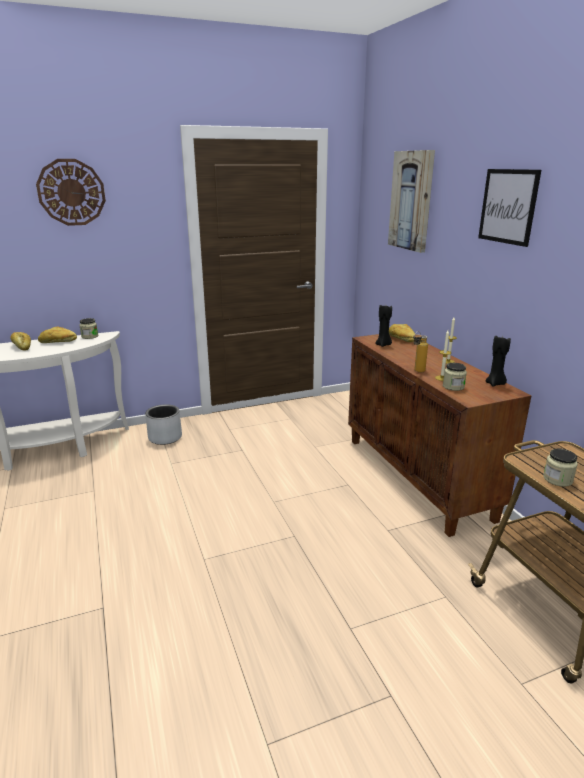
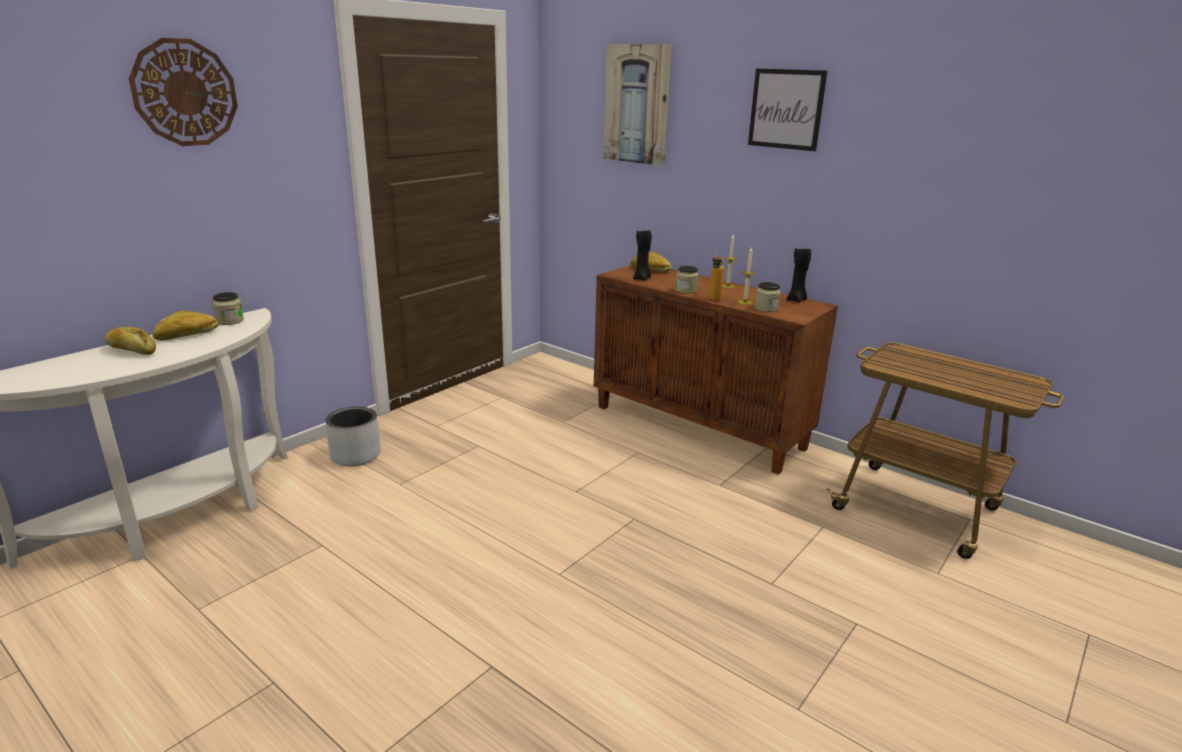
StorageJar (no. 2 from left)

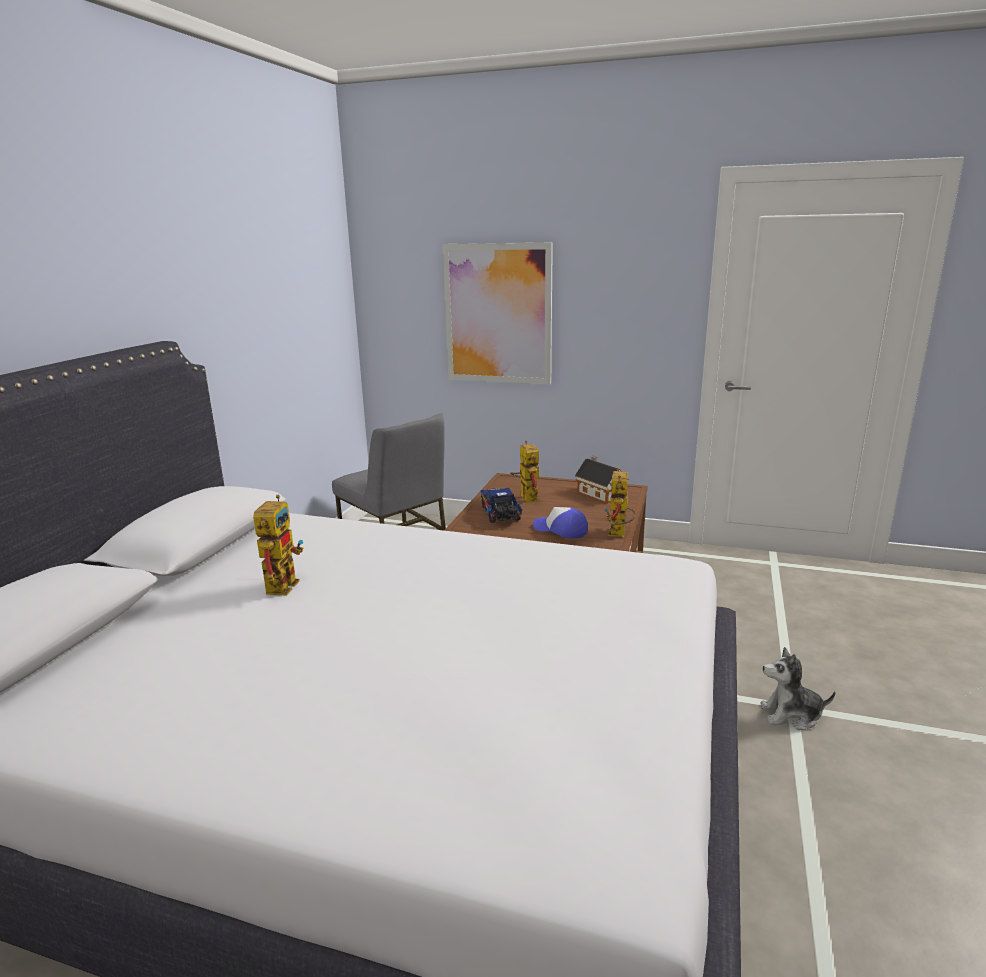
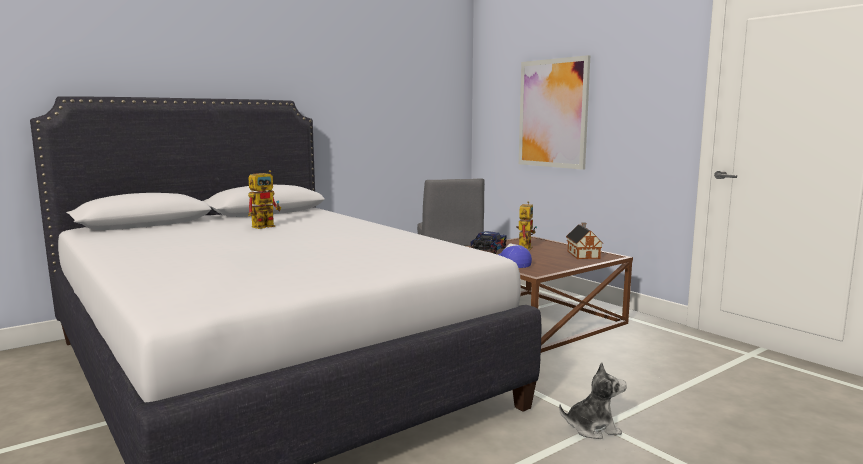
RobotFigure (no. 3 from left in the first image)
SoftToy

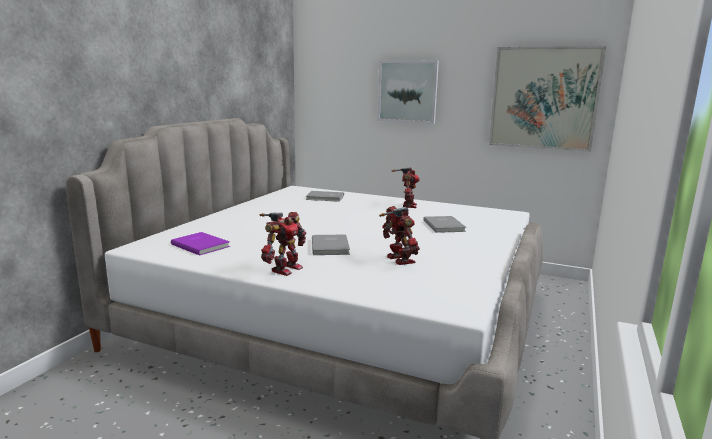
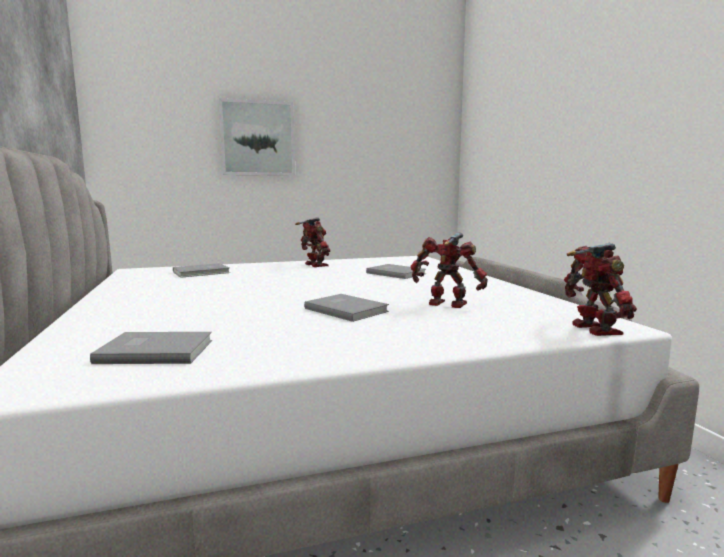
WallArt (no. 2 from left in the first image)
RobotFigure (no. 3 from left)
GreyishBook (no. 1 from left)

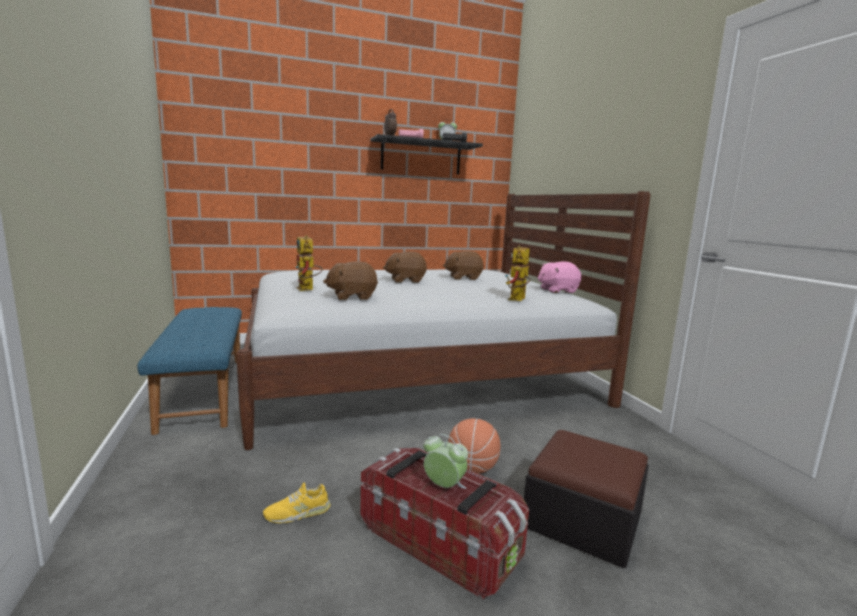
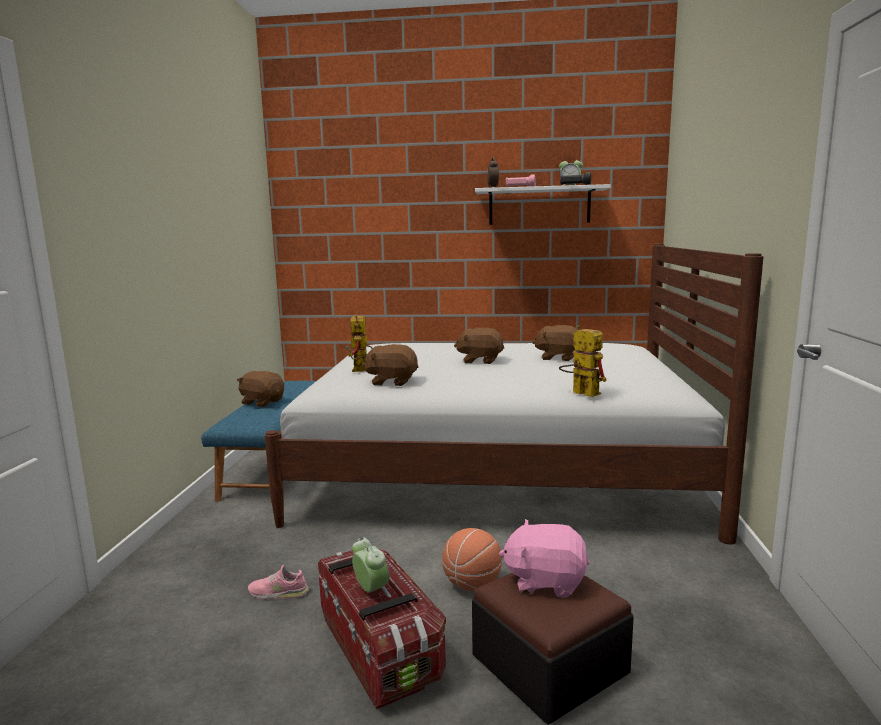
BrownColouredSoftToy (no. 1 from left)
PinkColouredSoftToy
PinkColouredLowShoe
WhiteBracketShelf
RobotFigure (no. 2 from left)

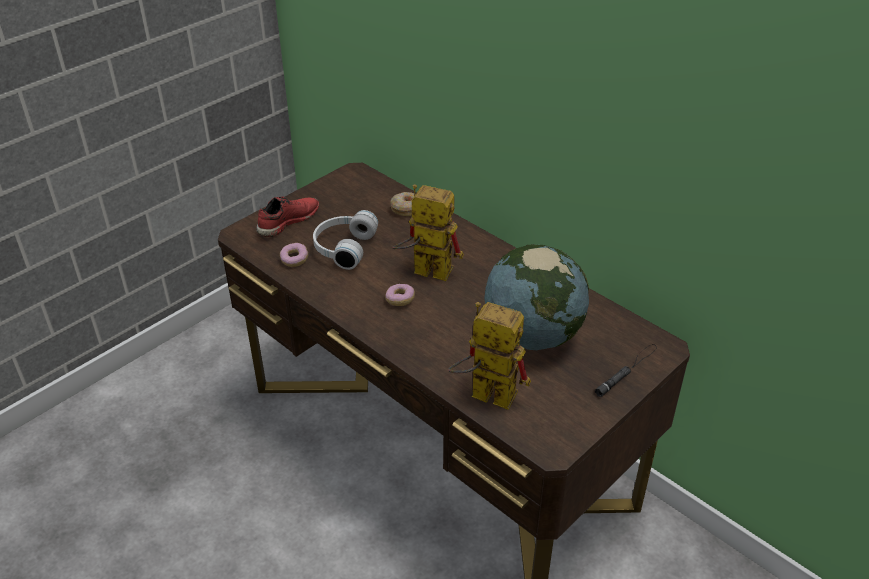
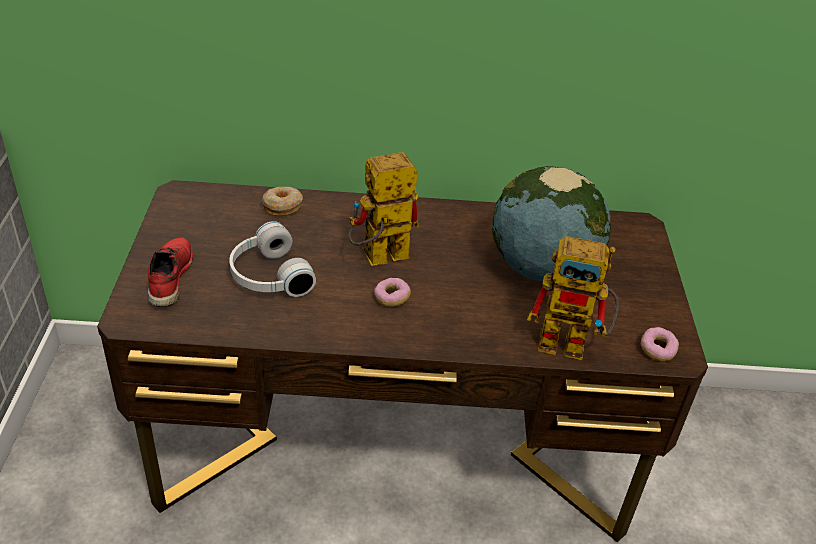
BlackishTorch
RingDoughnut (no. 3 from left)
RobotFigure (no. 2 from left)

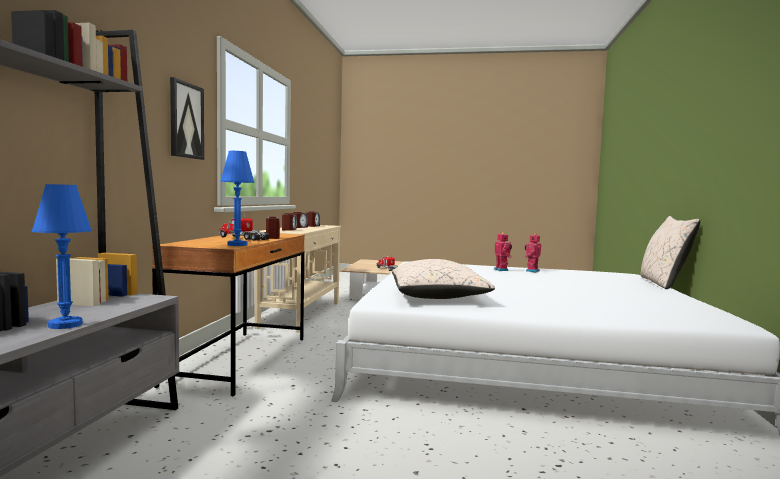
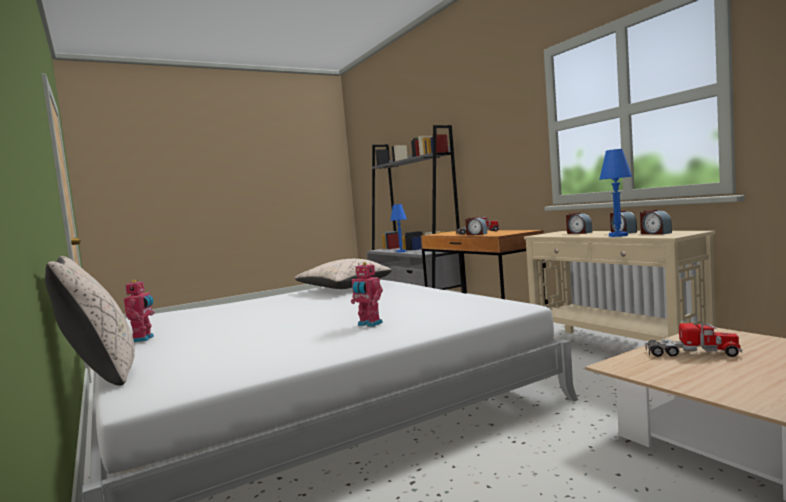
WallArt
BluishLampForATable (no. 2 from left)
RobotFigure (no. 1 from left)

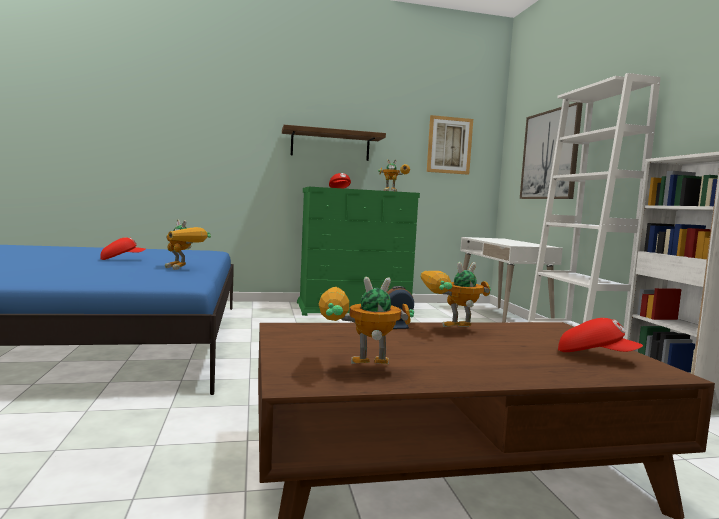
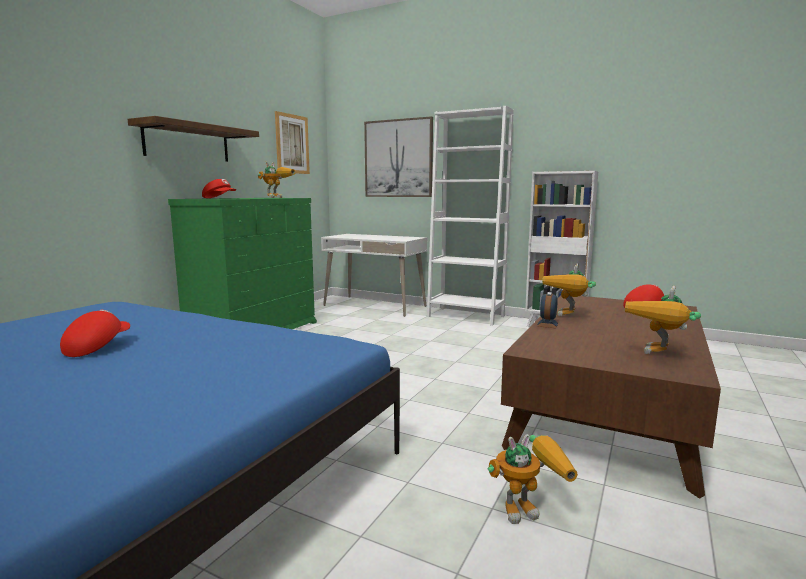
RobotFigure (no. 2 from left)

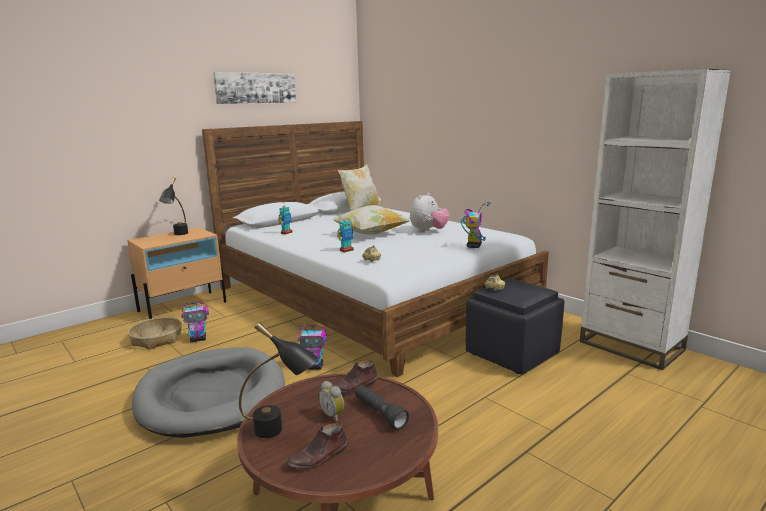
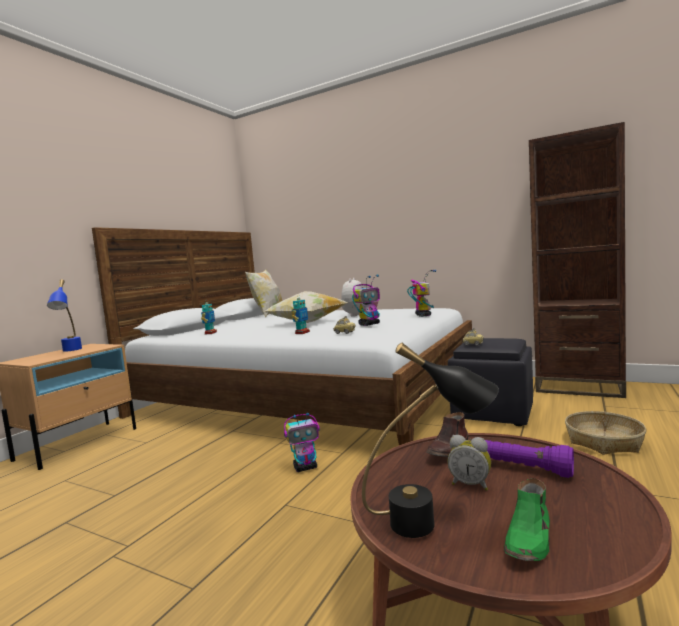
GreyishDogCushion
WallArt
HouseholdBasket
RobotFigure (no. 4 from left)
BluishLampForATable
GreenLowShoe
PurpleTorch
BrownColouredBookcase

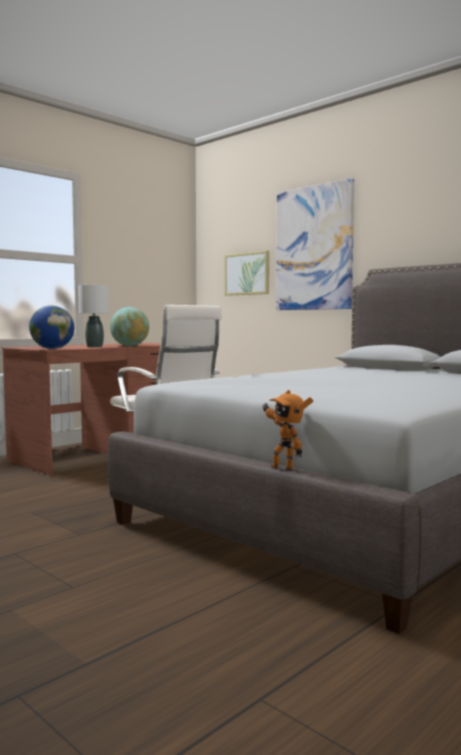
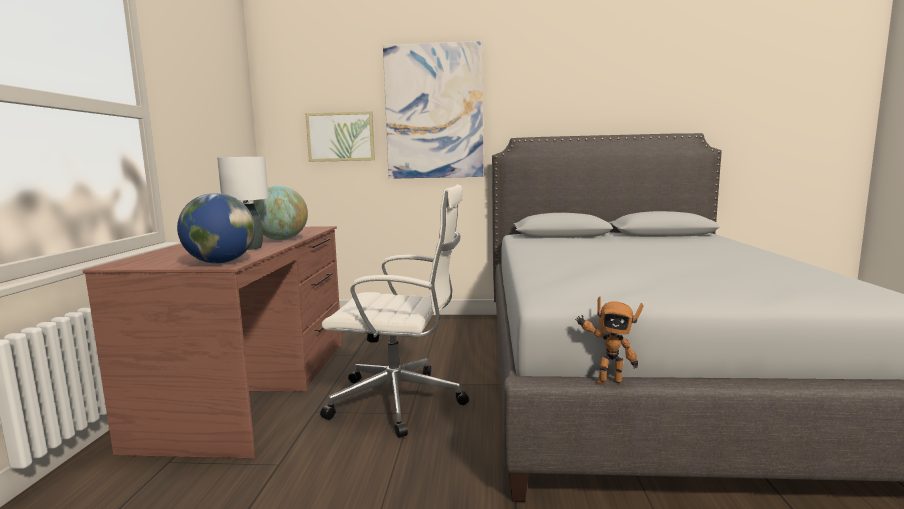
RobotFigure

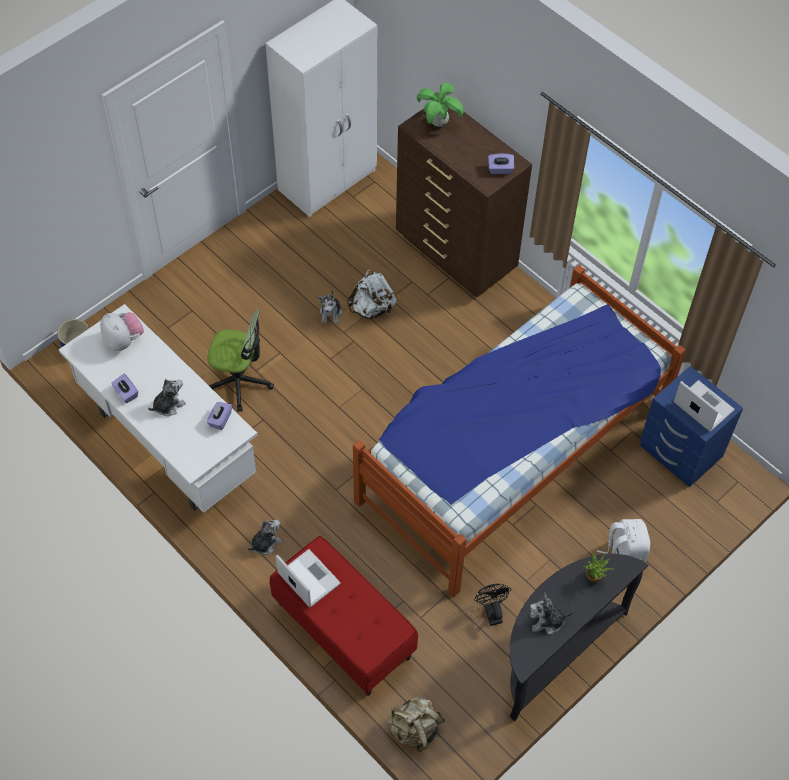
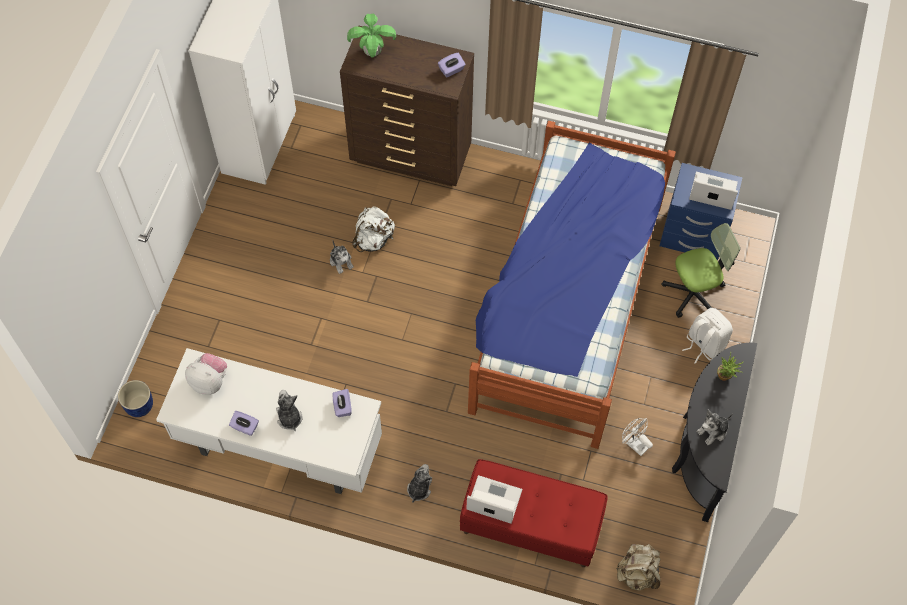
DeskChair
WhiteFan
SoftToy (no. 2 from left)

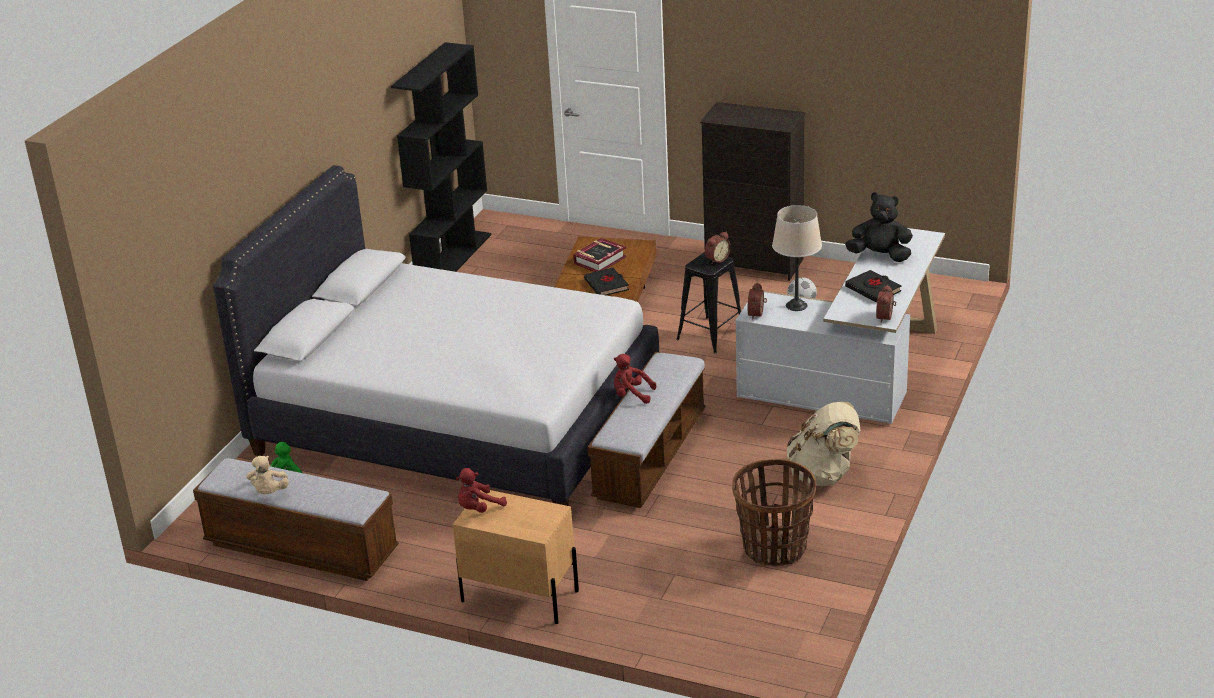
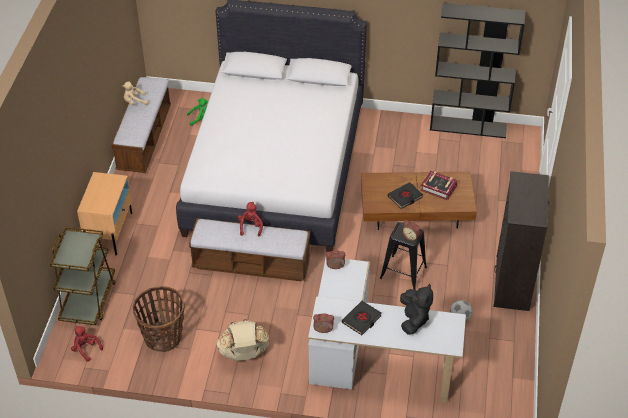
BeigeLampForATable
BrownColouredCart
RedSoftToy (no. 1 from left)

